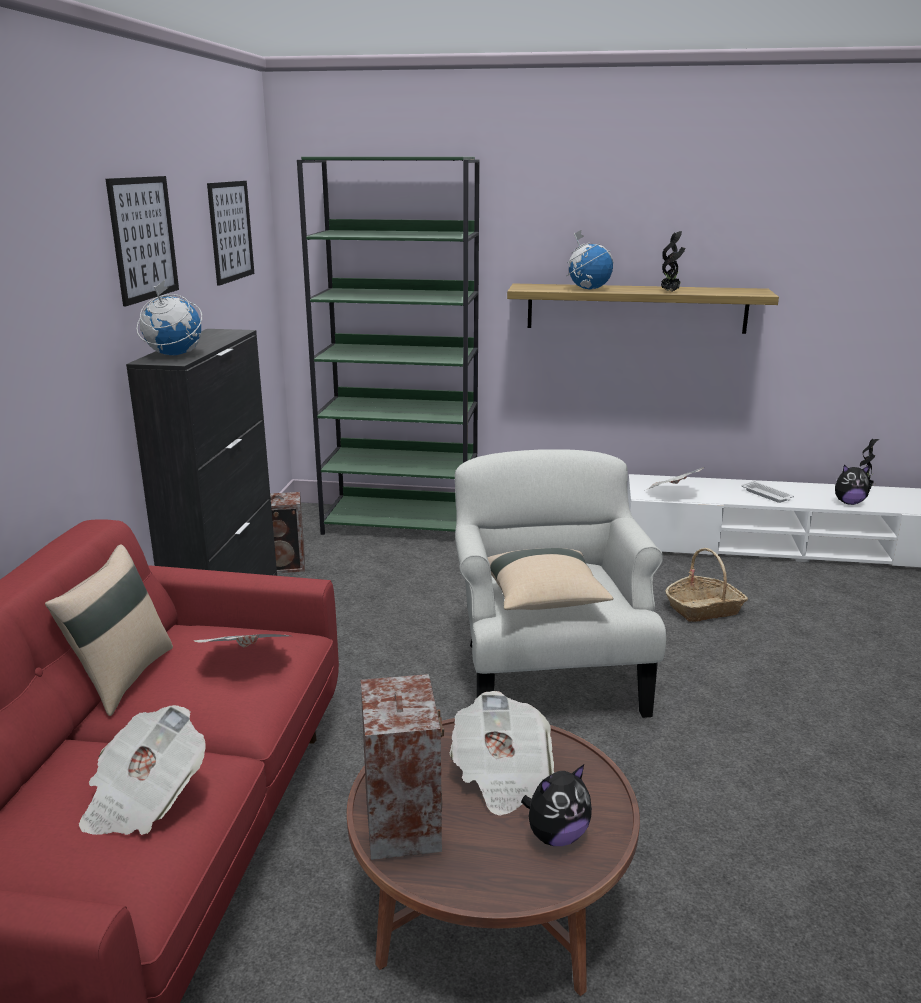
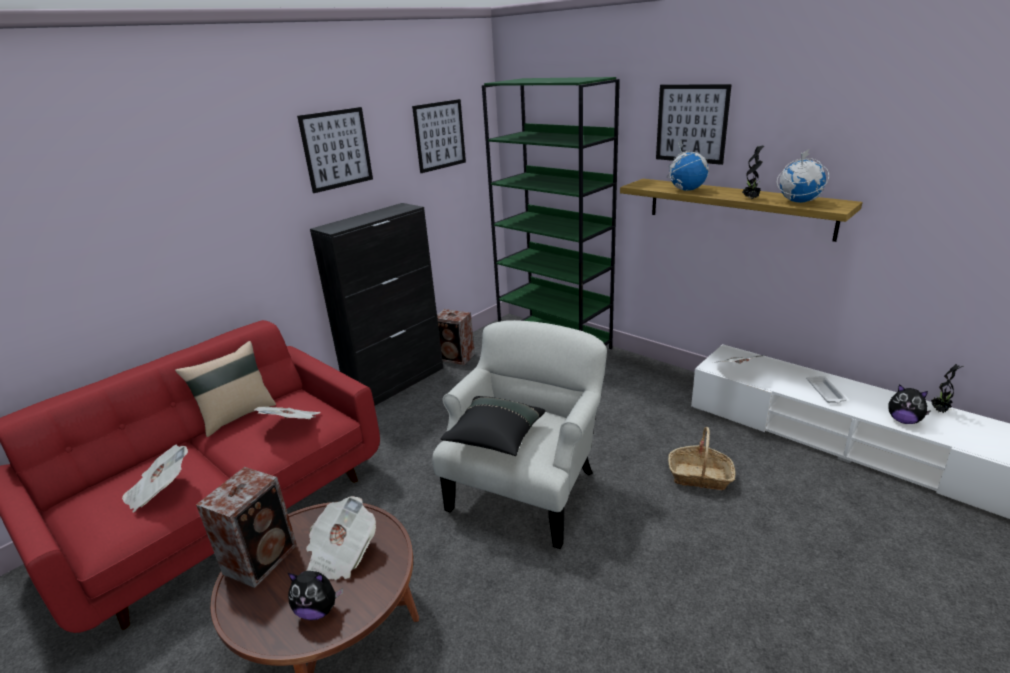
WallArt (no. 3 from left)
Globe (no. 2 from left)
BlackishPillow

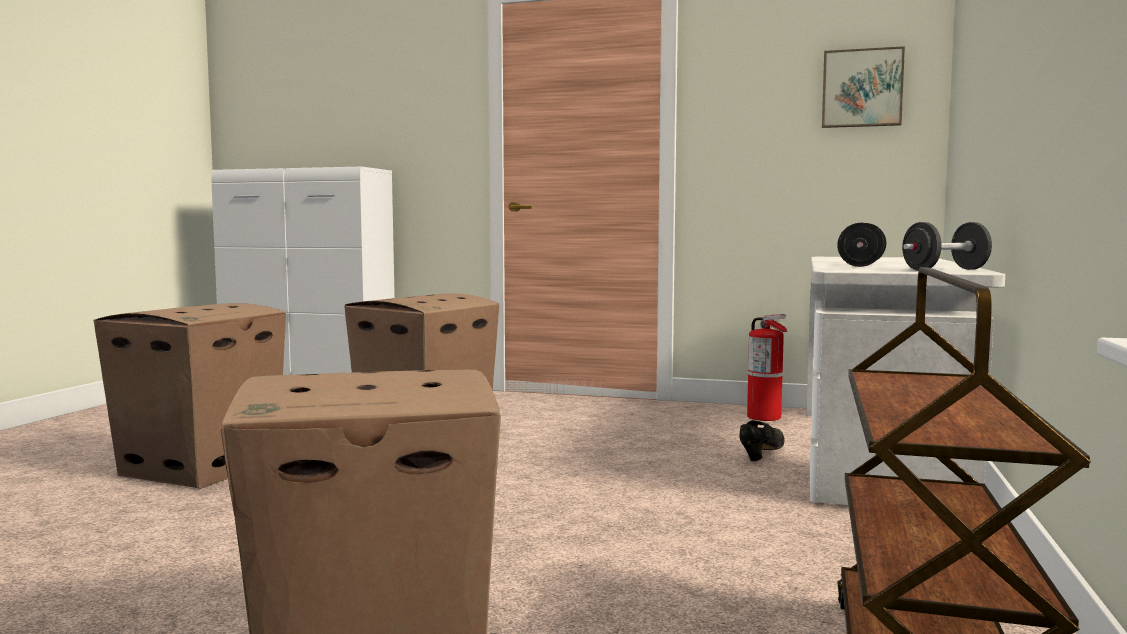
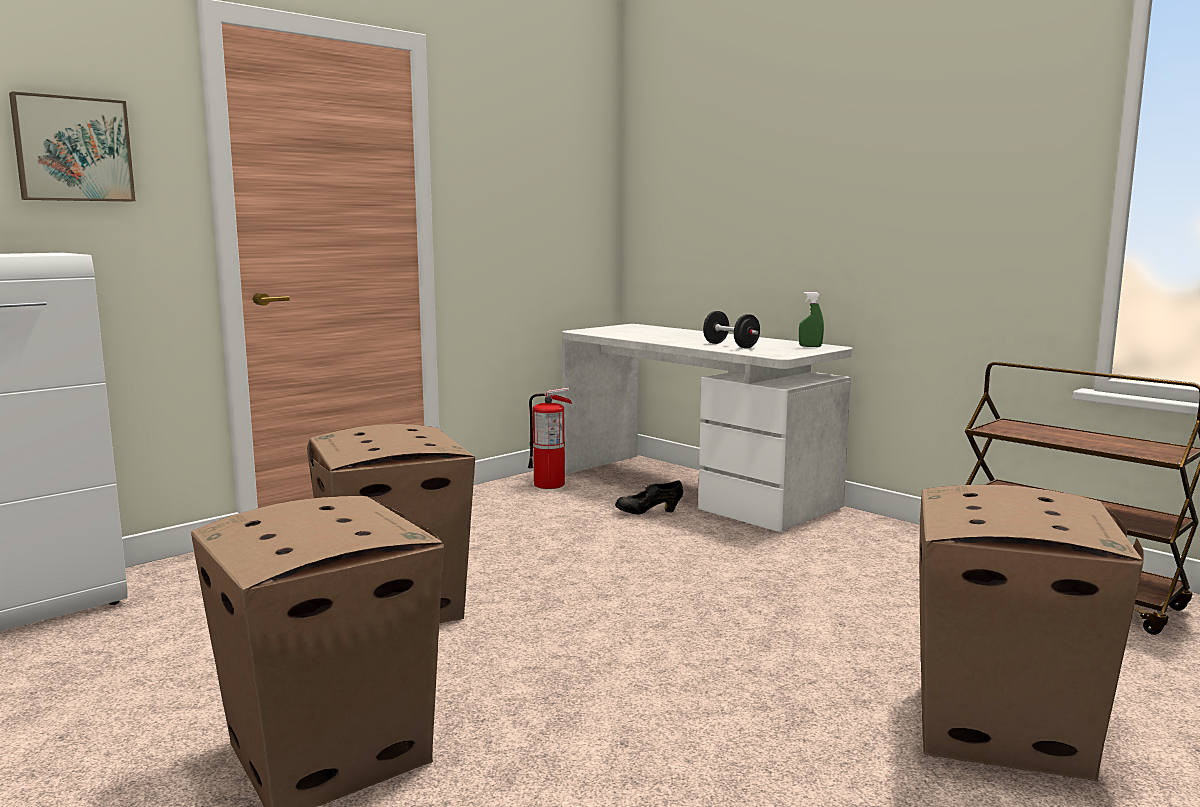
WallArt
GreenSprayer
BlackishLowShoe

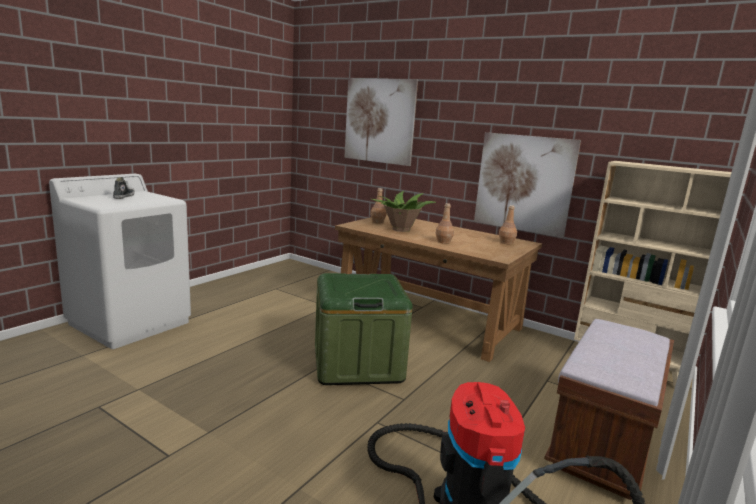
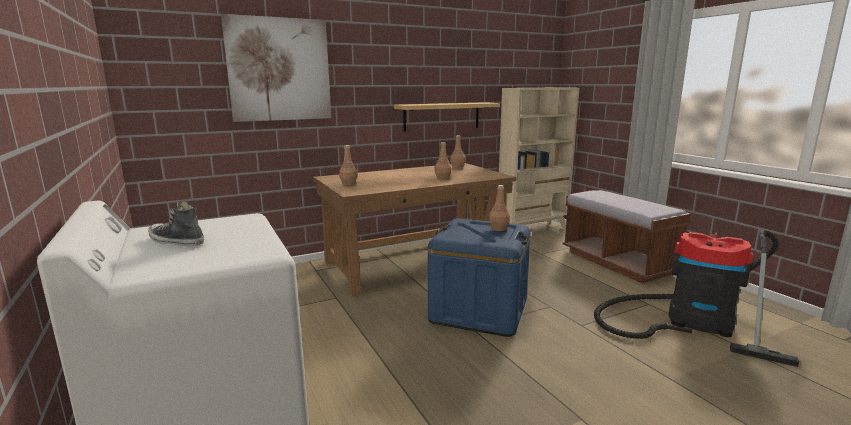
Houseplant
BrownColouredBeverageBottle (no. 4 from left)
BracketShelf
BluishStorageBox

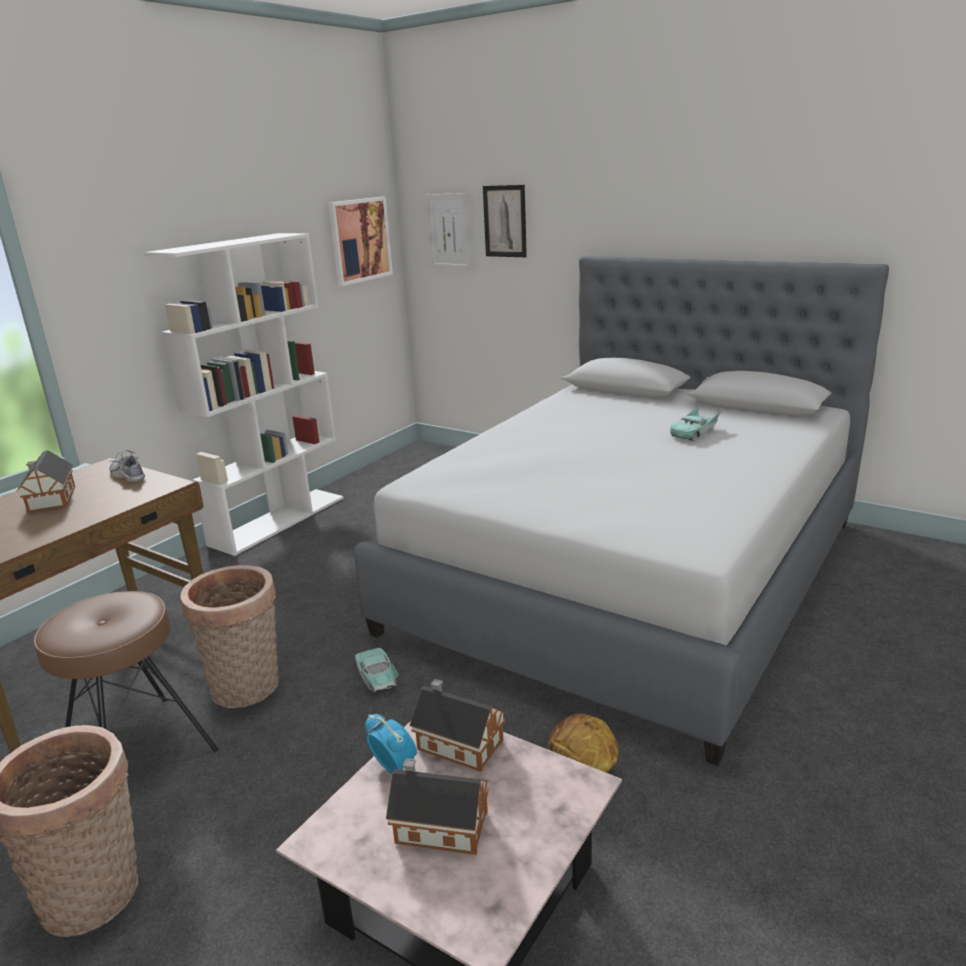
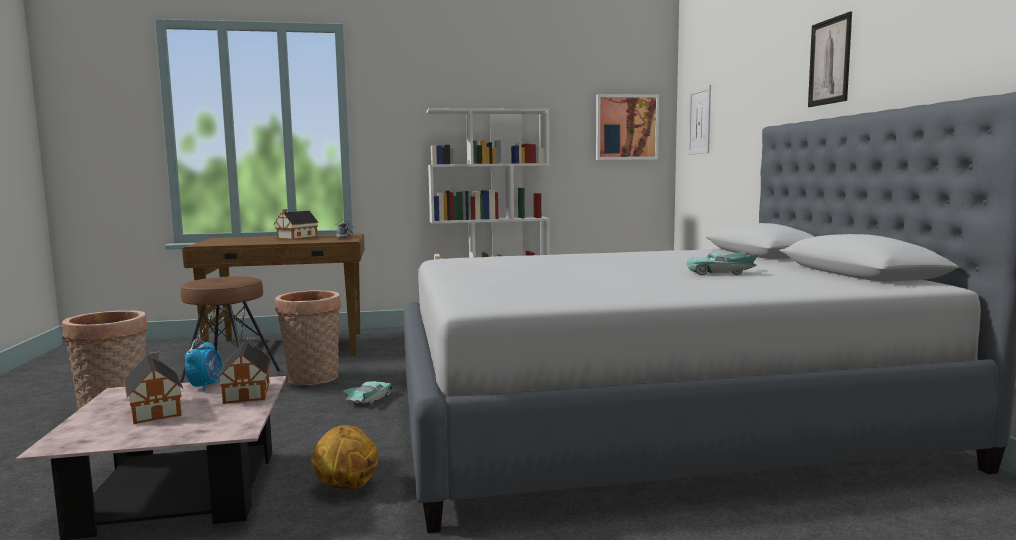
WallArt (no. 3 from left)

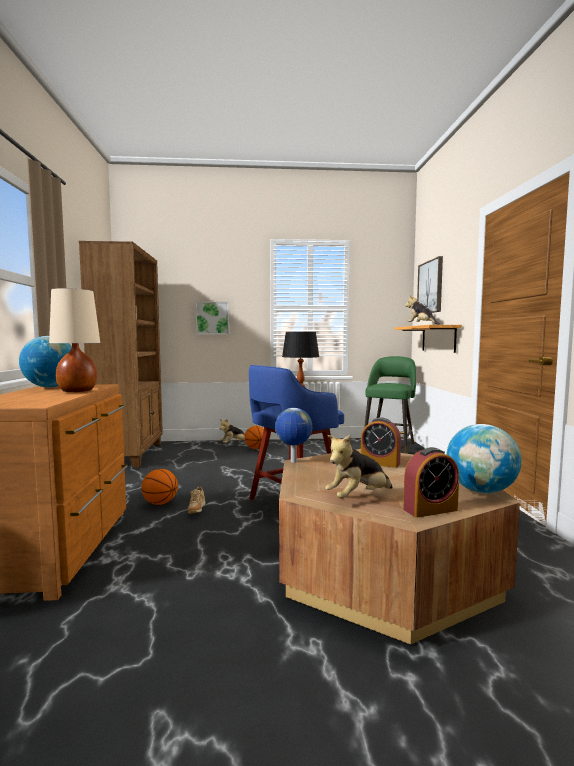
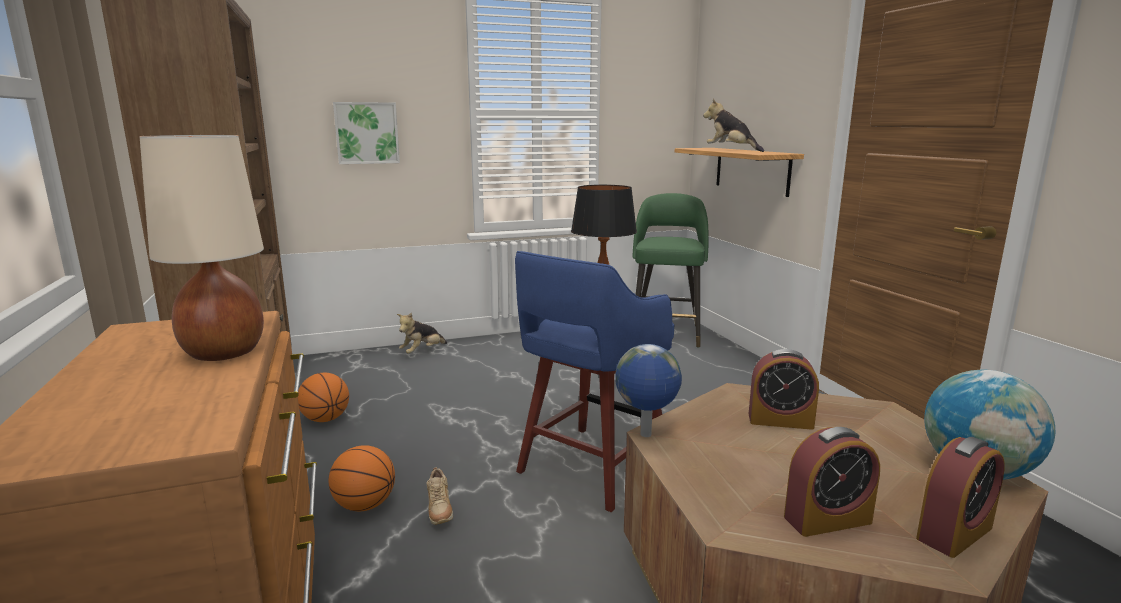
Globe (no. 1 from left in the first image)
WallArt (no. 2 from left in the first image)
Basketball (no. 1 from left)
BedsideClock (no. 2 from left)

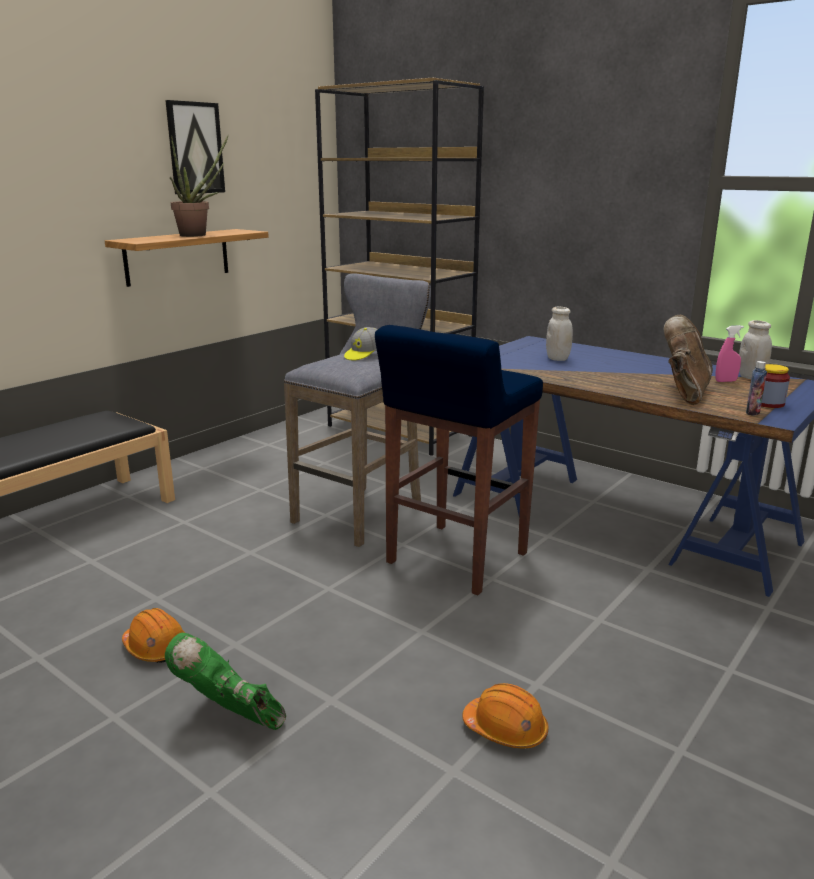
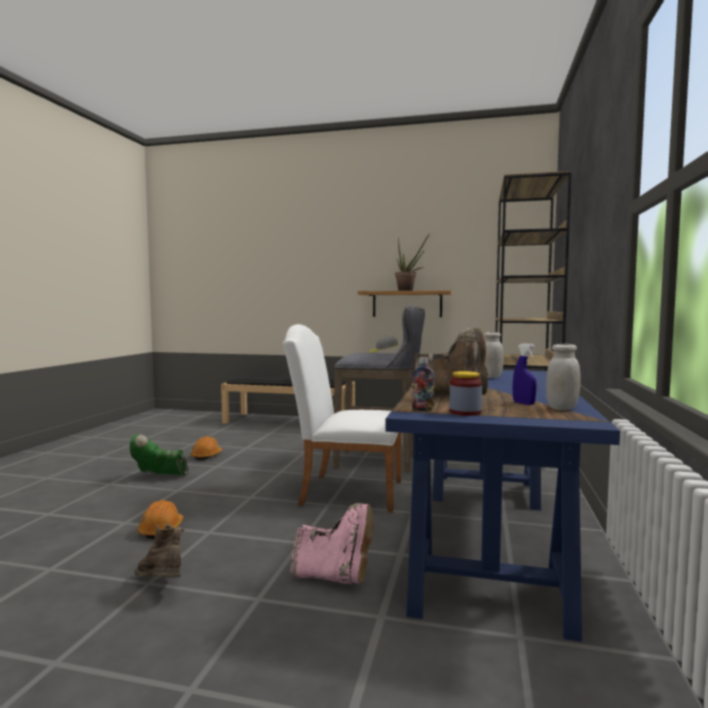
WallArt
BrownColouredHighTopBoot (no. 1 from left)
PinkColouredHighTopBoot
WhiteUprightChair
BluishSprayer
GreenHighTopBoot

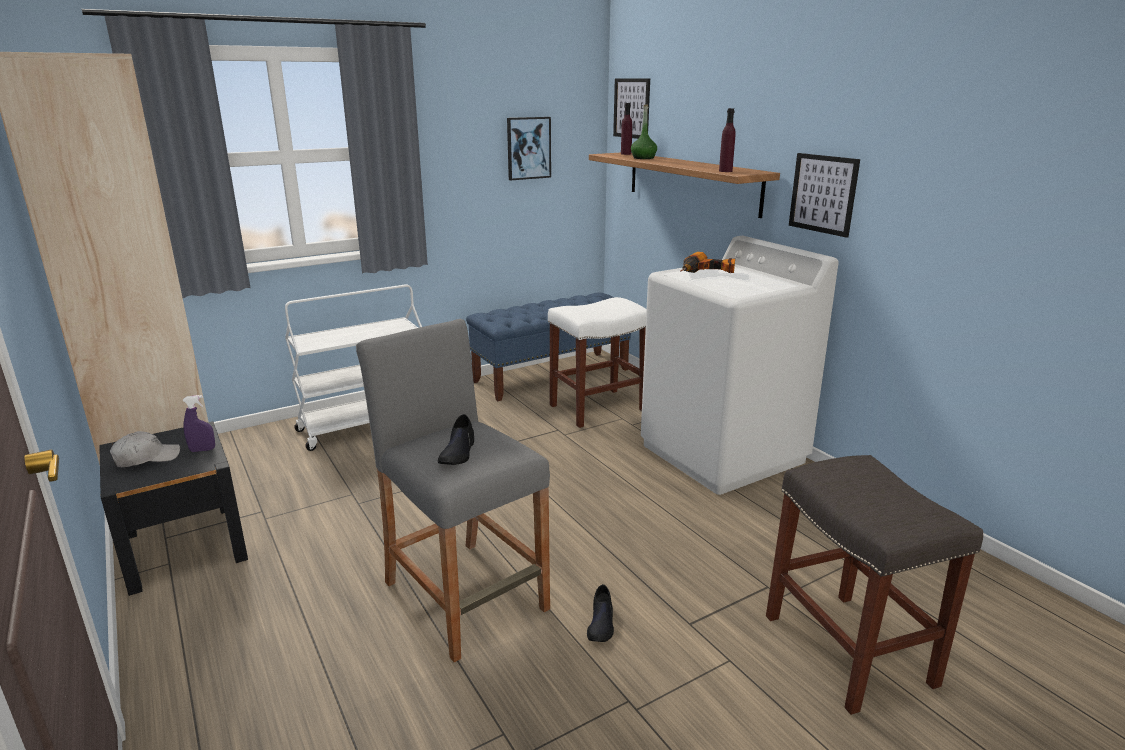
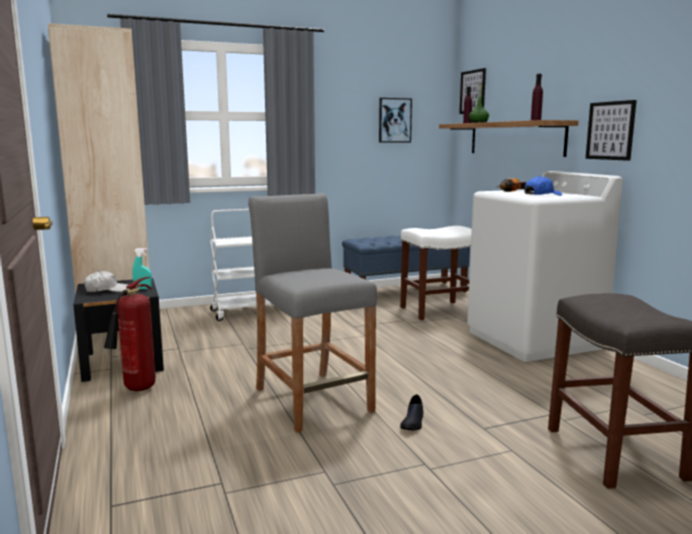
BlackishLowShoe (no. 1 from left in the first image)
FireFightingCylinder
BluishBaseballCap
TurquoiseSprayer

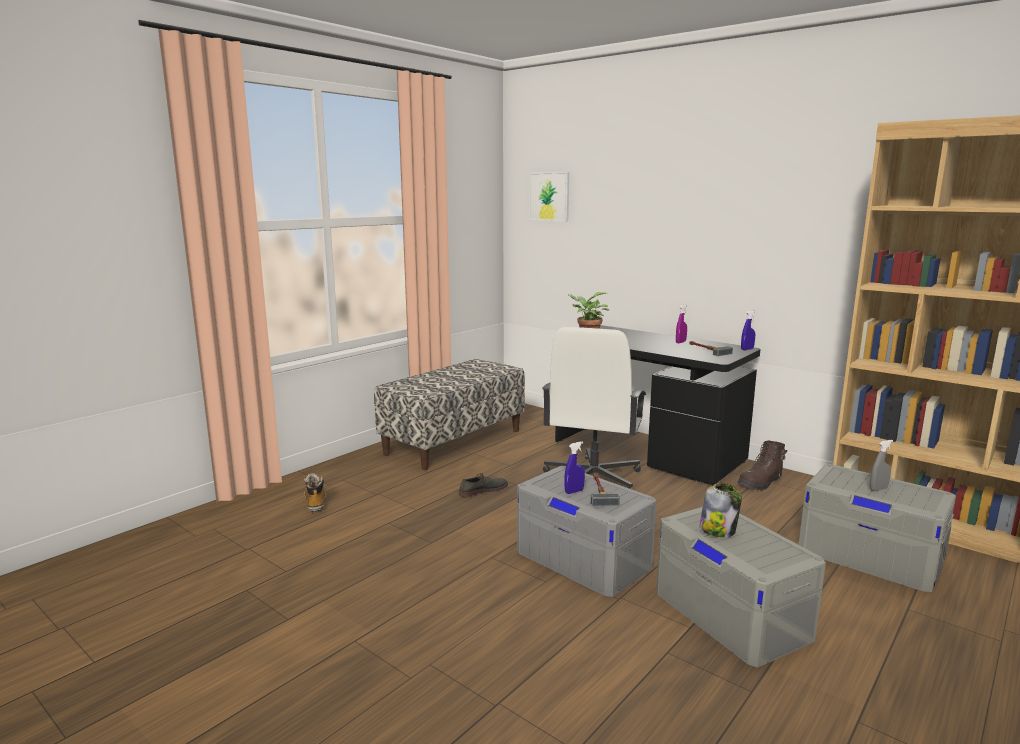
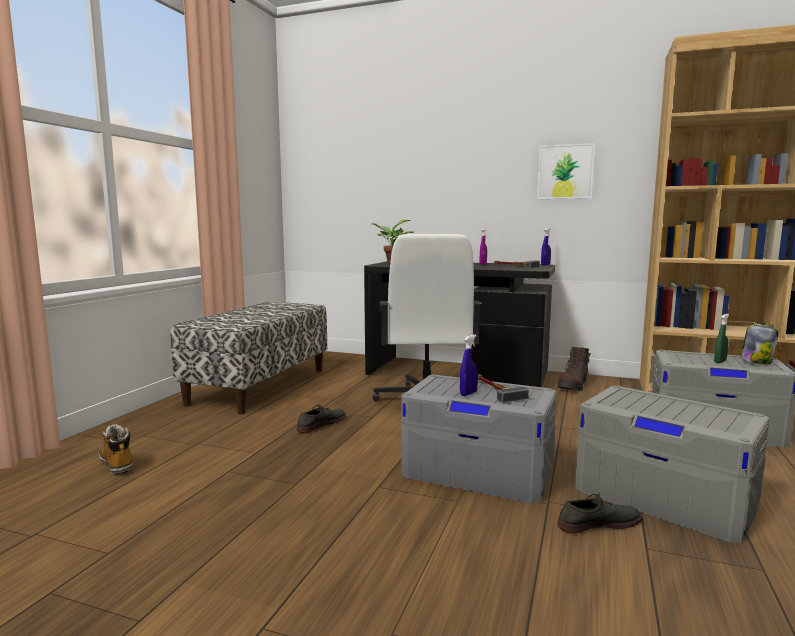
GreyishLowShoe (no. 2 from left)
WallArt
StorageJar
GreenSprayer

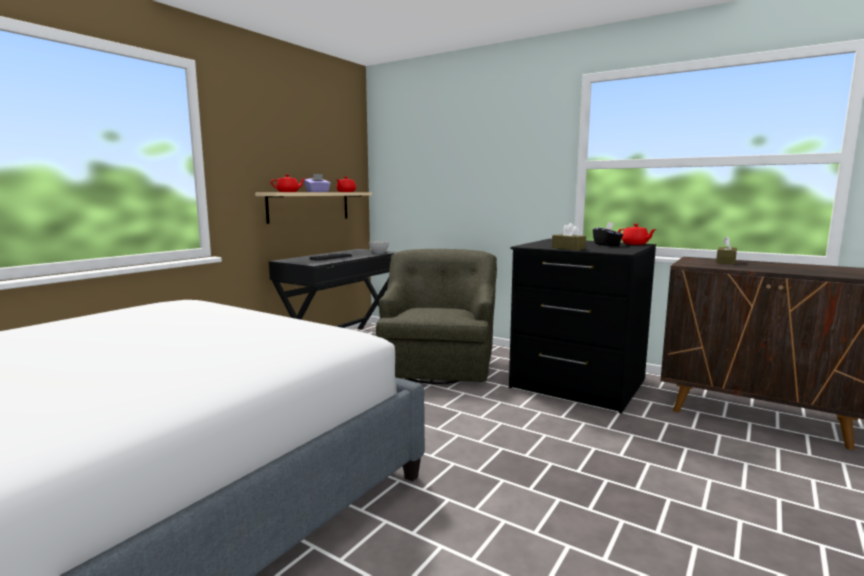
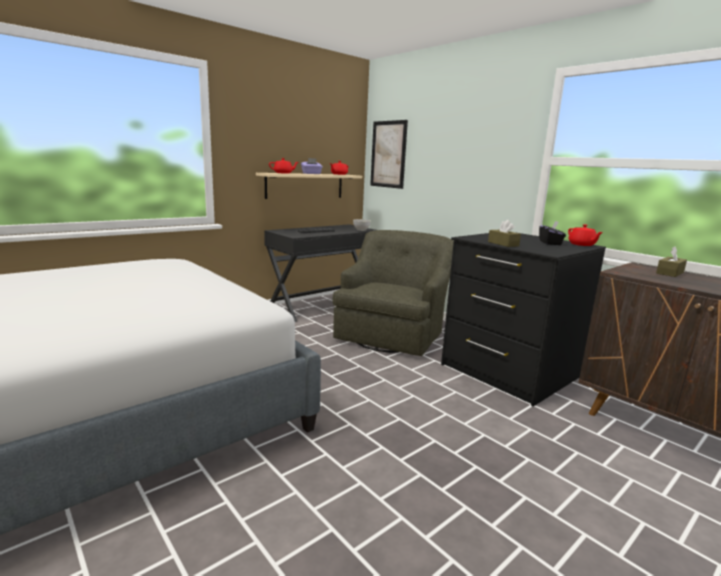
WallArt

